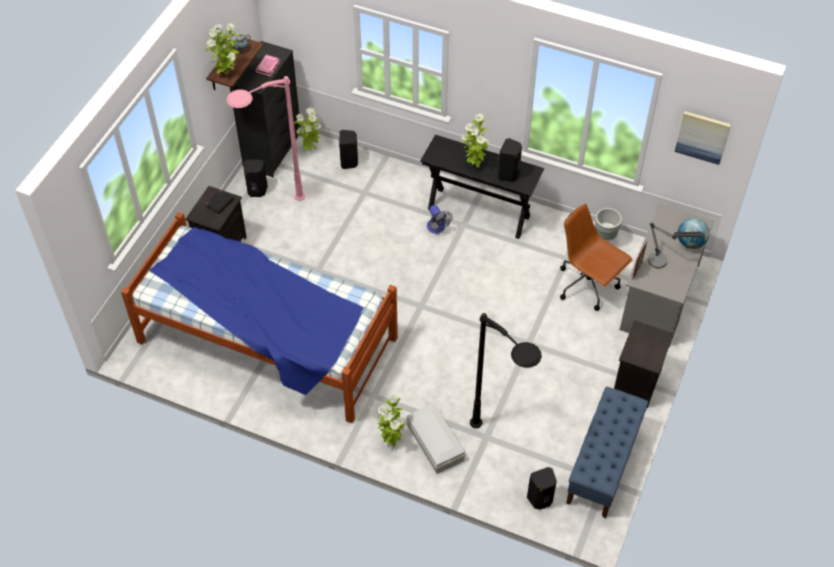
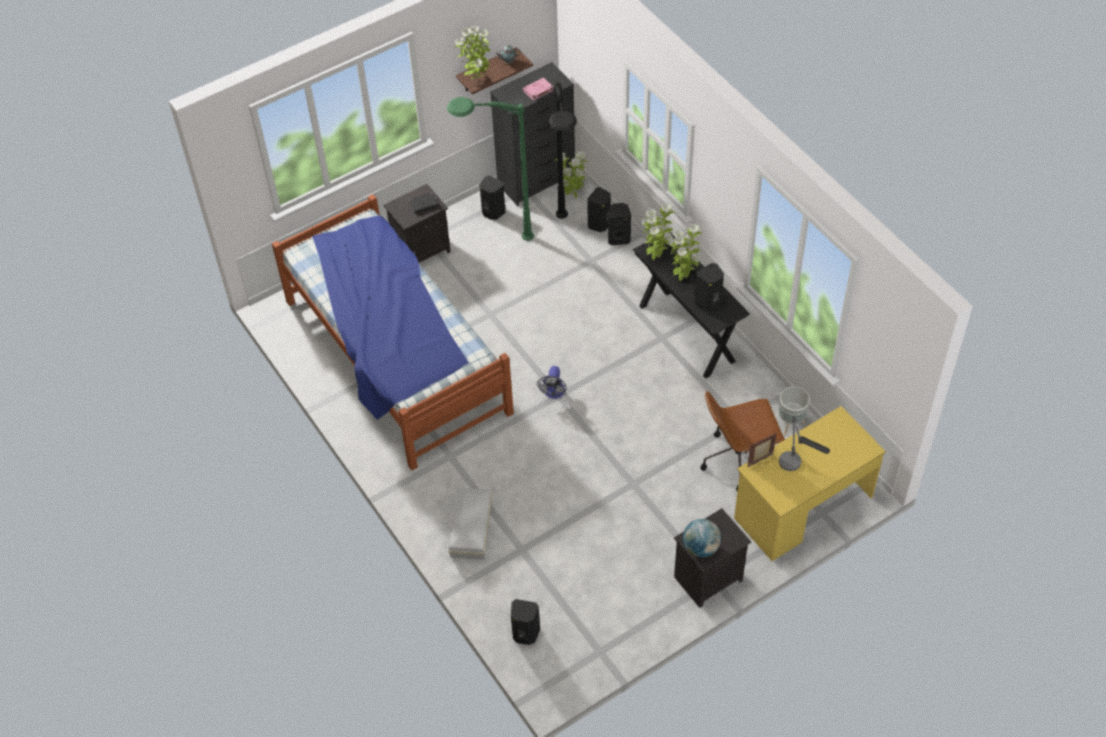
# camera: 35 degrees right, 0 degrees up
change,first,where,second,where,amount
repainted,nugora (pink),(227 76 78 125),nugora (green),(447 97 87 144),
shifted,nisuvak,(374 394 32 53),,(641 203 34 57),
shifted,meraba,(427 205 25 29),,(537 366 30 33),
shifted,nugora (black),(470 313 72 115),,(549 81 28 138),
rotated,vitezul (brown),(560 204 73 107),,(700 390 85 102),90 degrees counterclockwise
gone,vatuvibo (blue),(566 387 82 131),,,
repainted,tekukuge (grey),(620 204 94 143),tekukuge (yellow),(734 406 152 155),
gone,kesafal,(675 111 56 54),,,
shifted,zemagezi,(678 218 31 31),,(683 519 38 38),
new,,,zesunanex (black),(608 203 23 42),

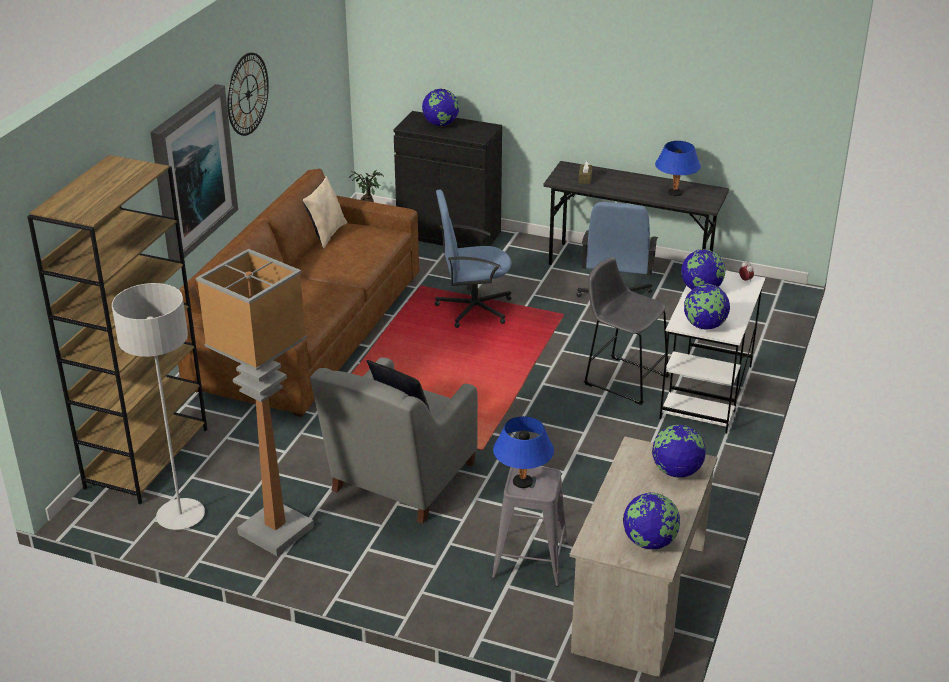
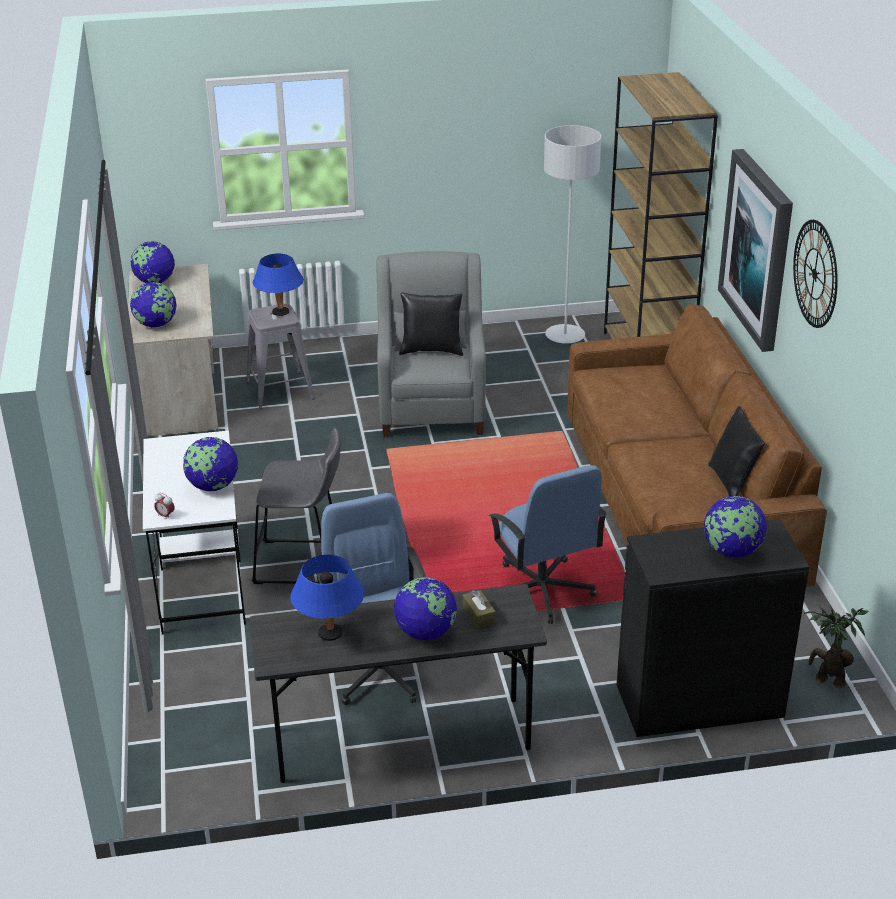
# camera: 150 degrees right, 0 degrees up
change,first,where,second,where,amount
gone,nugora,(196 249 118 307),,,
repainted,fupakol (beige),(302 176 45 73),fupakol (black),(708 406 57 90),
rotated,vitezul (blue),(434 190 78 138),,(489 465 118 159),105 degrees clockwise
shifted,zemagezi,(684 284 46 46),,(394 577 63 63),

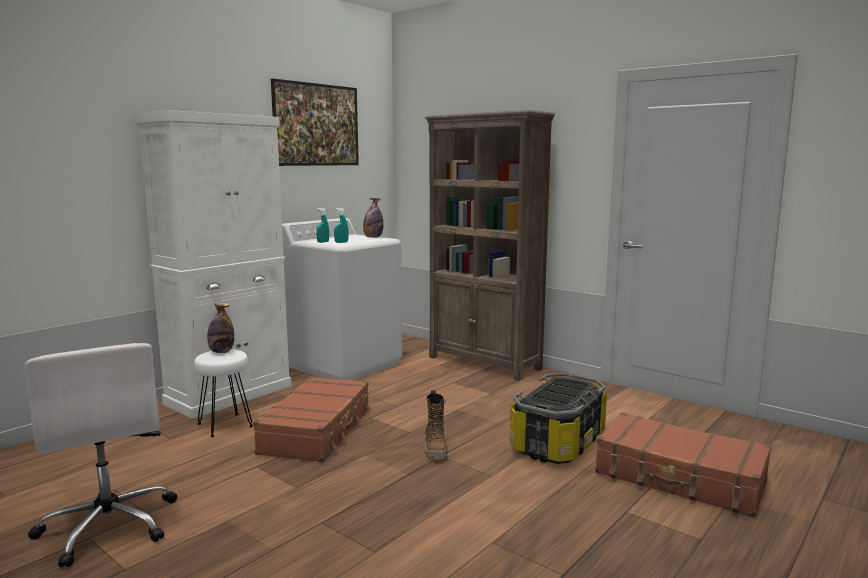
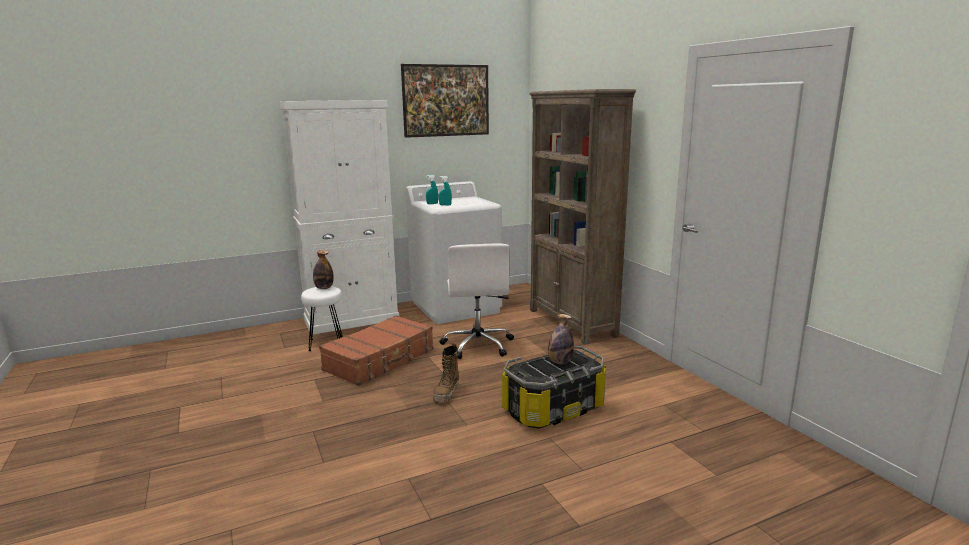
# camera: 25 degrees right, 5 degrees up
change,first,where,second,where,amount
shifted,vitezul (white),(24 343 153 224),,(440 243 74 116),
shifted,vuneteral,(363 198 21 40),,(548 314 26 50),
gone,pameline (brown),(595 412 176 105),,,

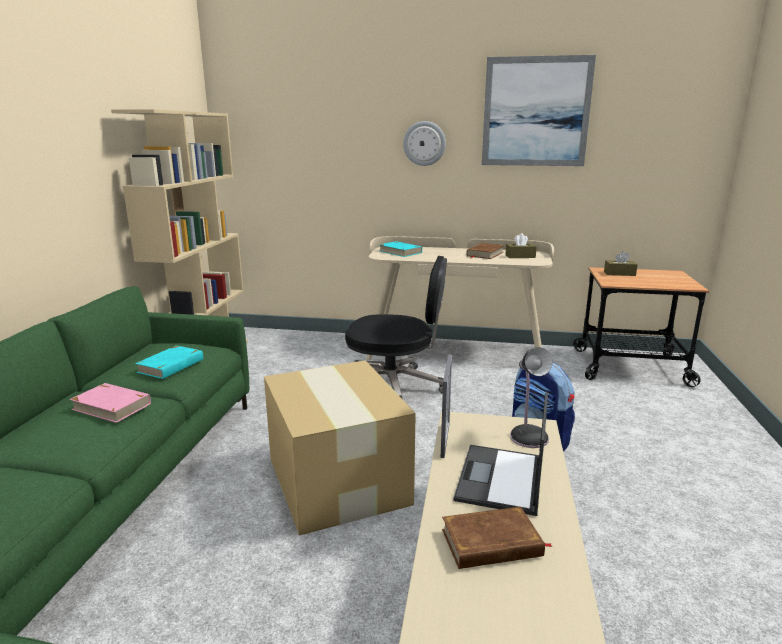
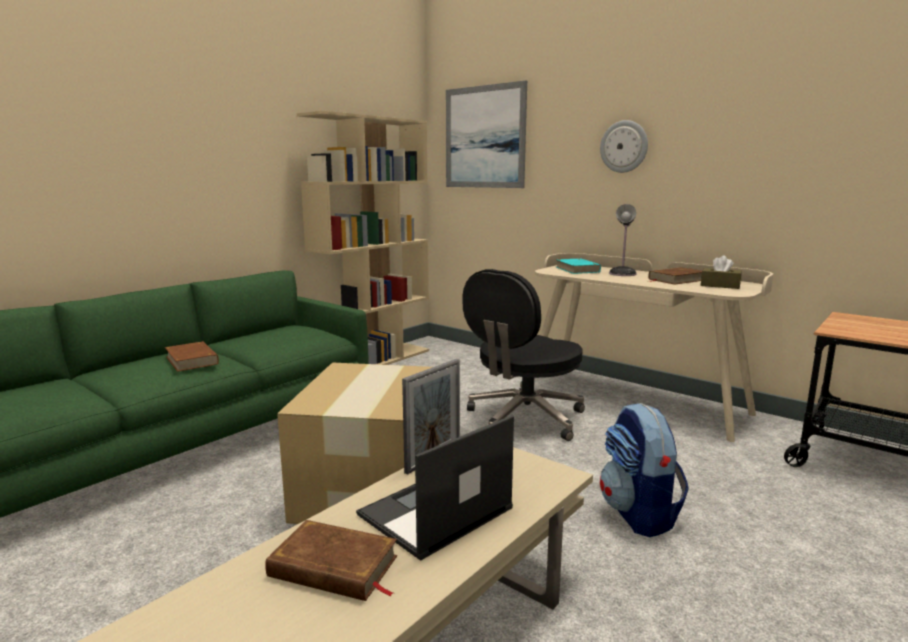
# camera: 30 degrees right, 5 degrees down
change,first,where,second,where,amount
repainted,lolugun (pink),(69 383 82 40),lolugun (brown),(165 341 54 31),
gone,lolugun (turquoise),(135 345 69 34),,,
rotated,vitezul (black),(345 256 102 143),,(462 269 123 172),90 degrees clockwise
shifted,kesafal,(482 55 114 111),,(446 80 81 108),
shifted,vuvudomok,(510 347 42 101),,(609 204 28 72),
gone,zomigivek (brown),(604 251 34 25),,,

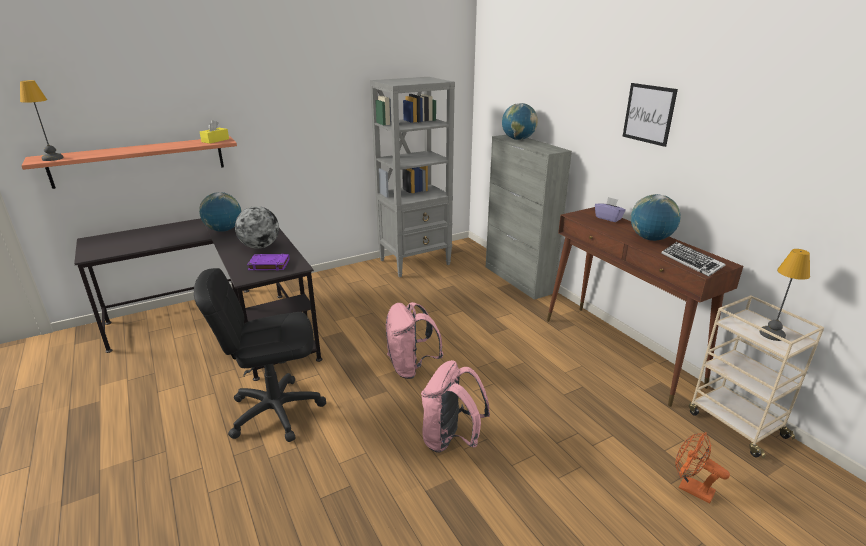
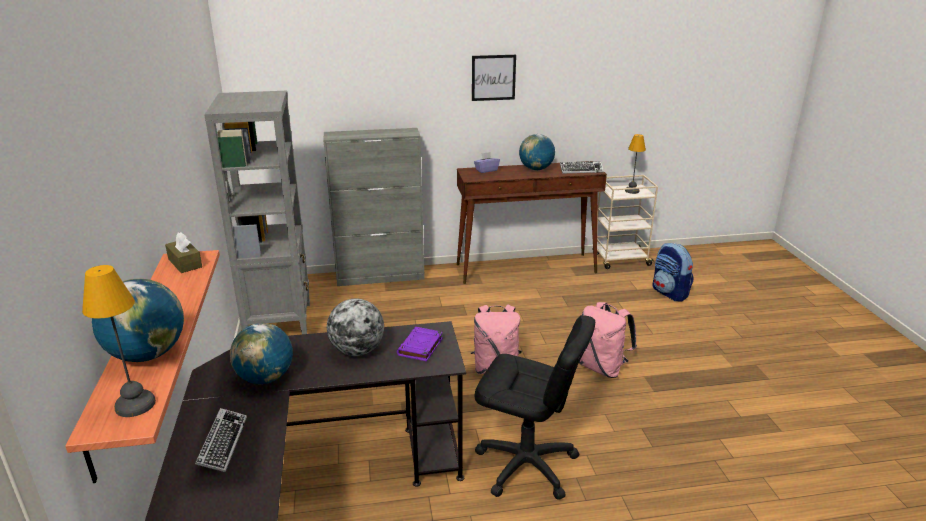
# camera: 70 degrees left, 0 degrees up
change,first,where,second,where,amount
rotated,vitezul (black),(194 268 132 174),,(475 315 120 185),75 degrees counterclockwise
repainted,zomigivek (yellow),(200 120 29 24),zomigivek (brown),(165 232 37 41),
shifted,zemagezi,(502 103 36 37),,(92 279 92 83),
swapped,meraba (orange),(675 432 55 72),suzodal,(652 243 42 59),
new,,,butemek,(195 408 52 64),

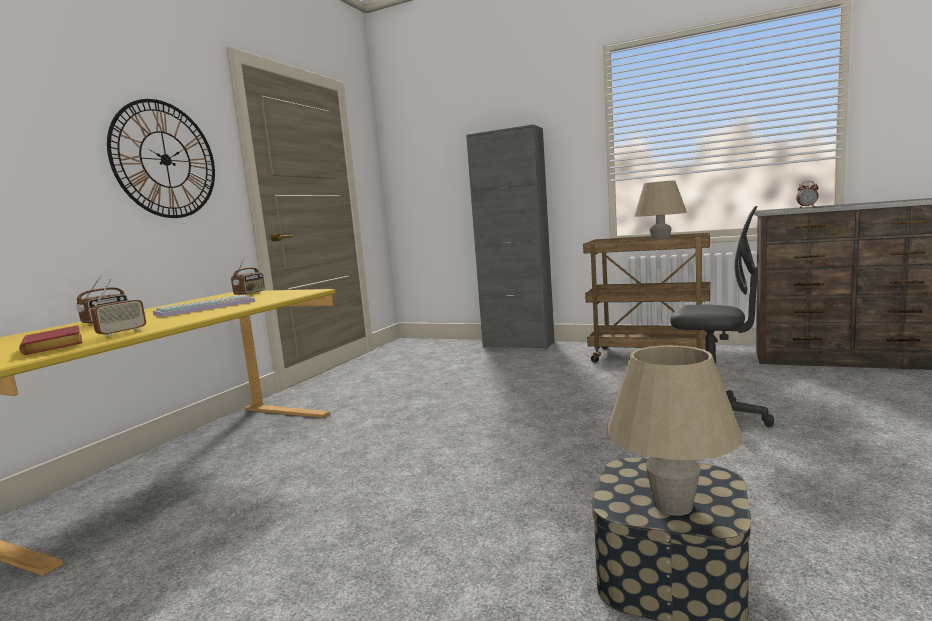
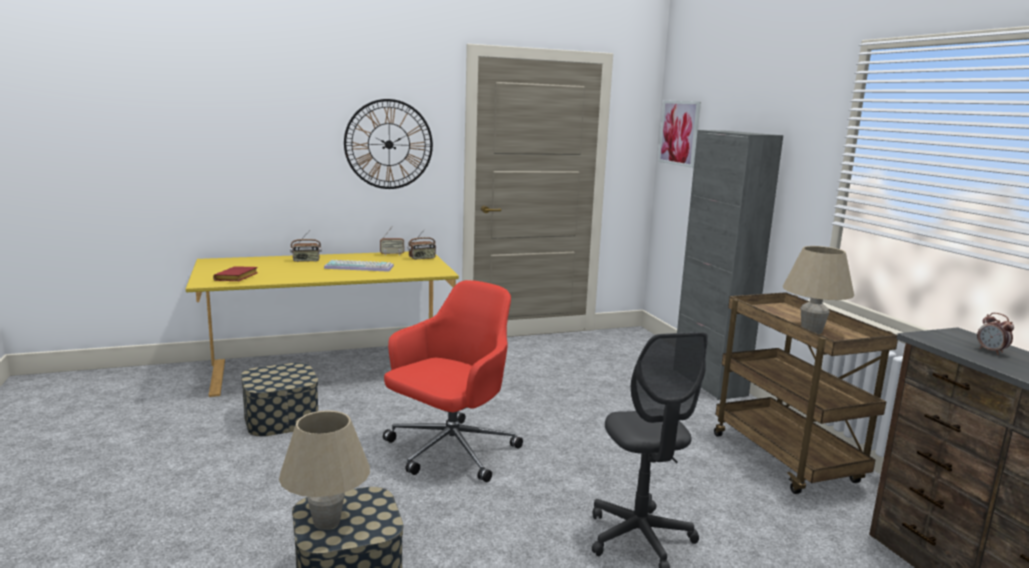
# camera: 45 degrees right, 5 degrees up
change,first,where,second,where,amount
shifted,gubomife,(91 279 55 58),,(380 226 24 30),
new,,,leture,(241 363 77 74),
new,,,vitezul (red),(383 280 140 202),
new,,,kesafal,(658 101 43 67),

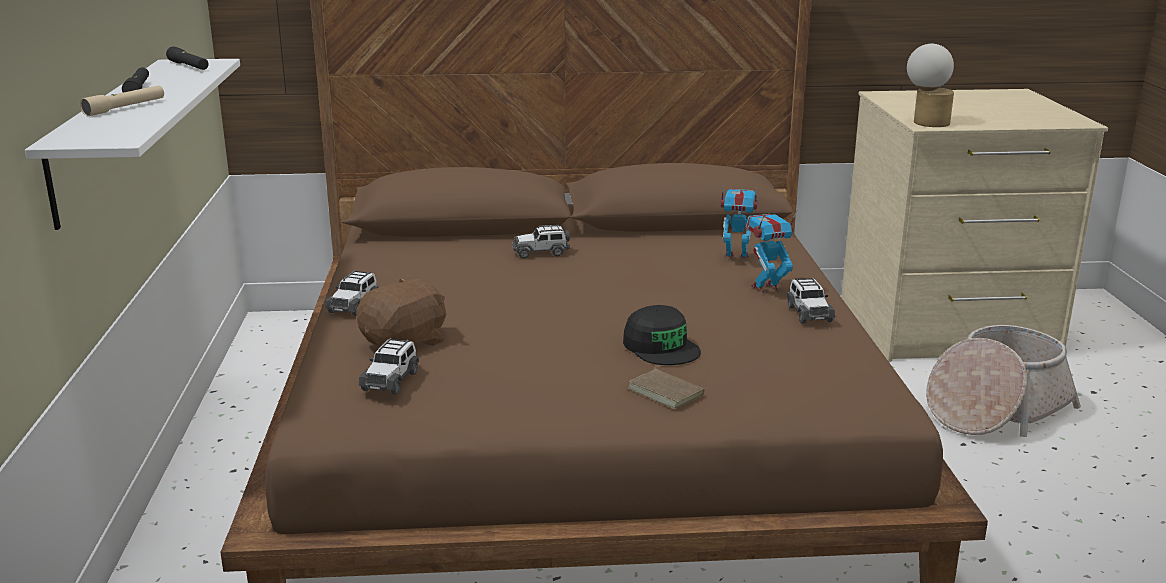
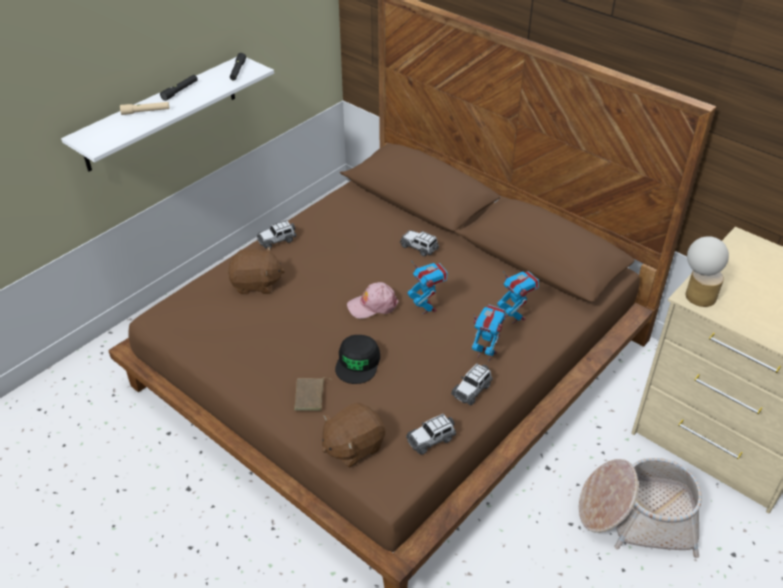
# camera: 45 degrees right, 20 degrees up
change,first,where,second,where,amount
shifted,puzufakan,(358 338 61 57),,(406 414 50 41),
new,,,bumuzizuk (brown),(322 403 63 64),
new,,,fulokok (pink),(347 282 52 37),
new,,,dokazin,(407 260 41 54),

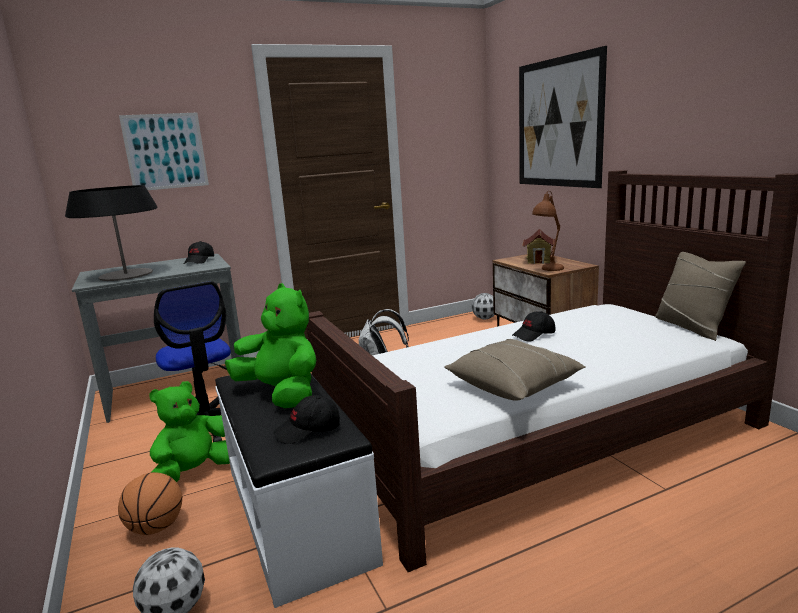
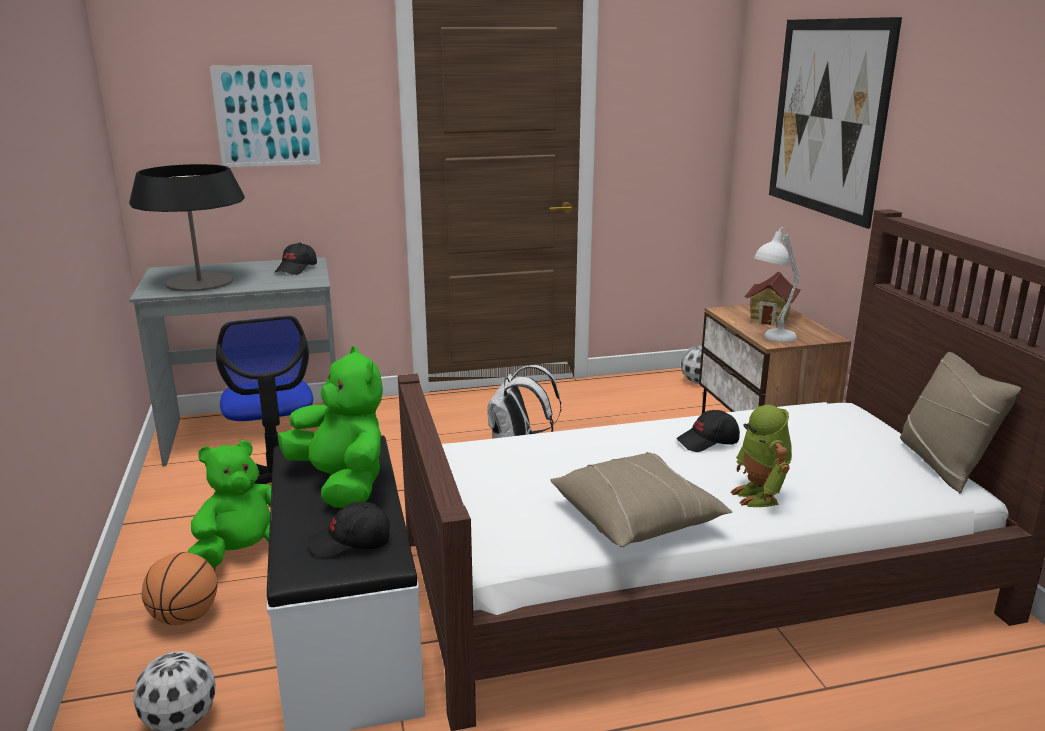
# camera: 10 degrees right, 5 degrees up
change,first,where,second,where,amount
repainted,vuvudomok (brown),(532 191 32 80),vuvudomok (white),(754 227 46 116),
new,,,dokazin,(730 405 62 102),

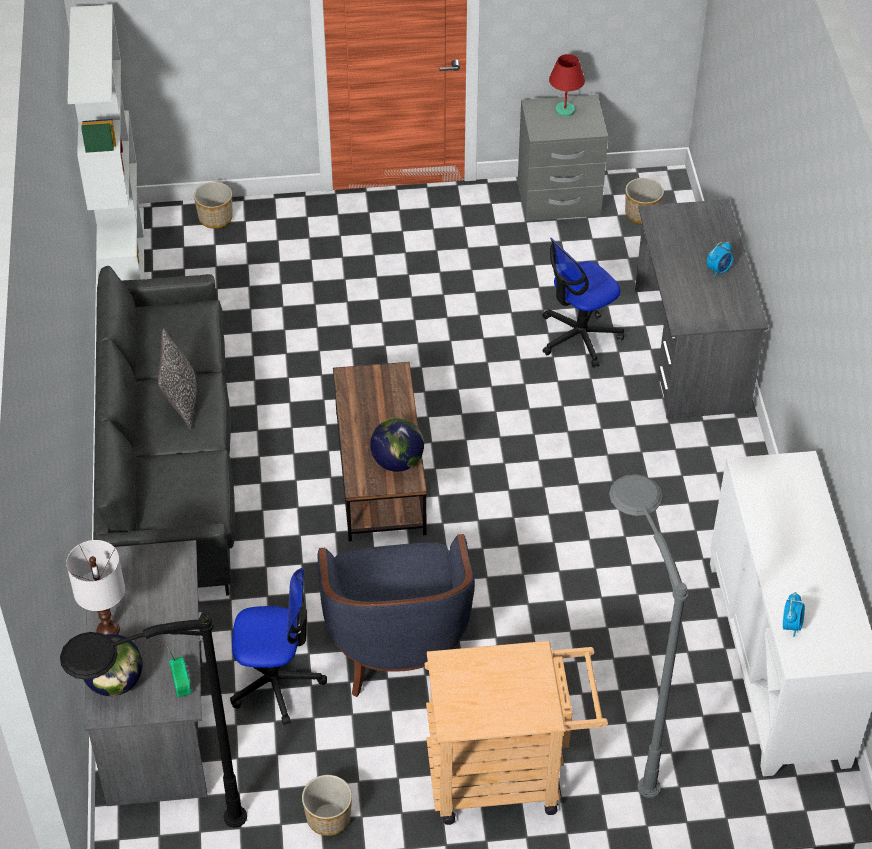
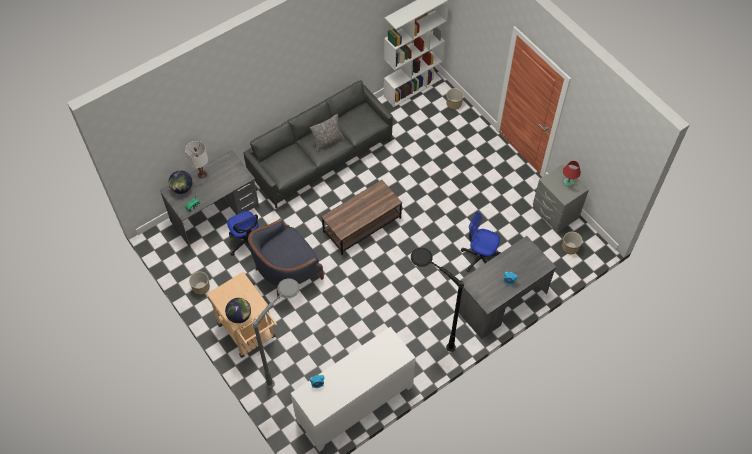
# camera: 60 degrees right, 10 degrees up
change,first,where,second,where,amount
shifted,nugora (black),(60 614 187 214),,(411 248 53 104),
shifted,zemagezi,(370 418 54 54),,(225 298 26 25),

